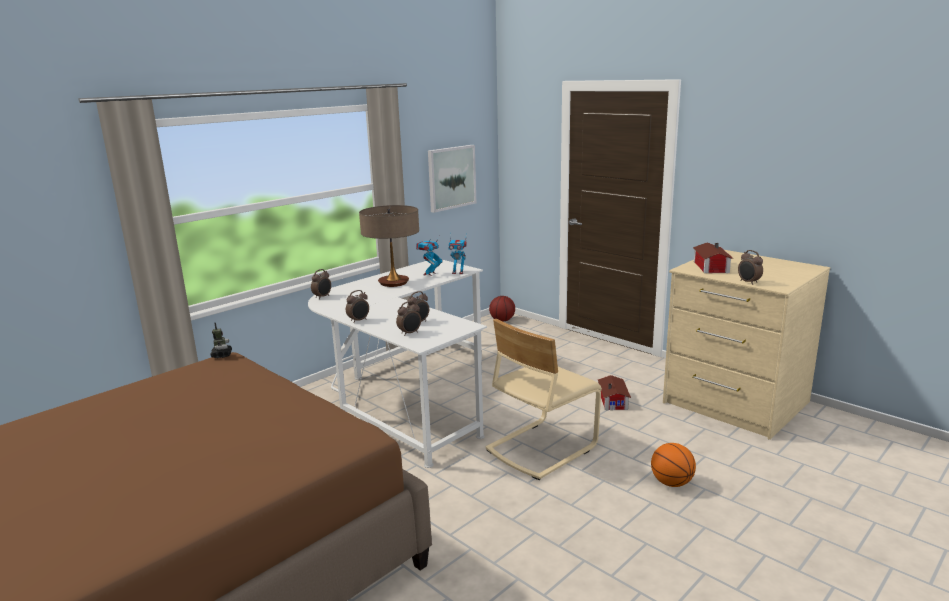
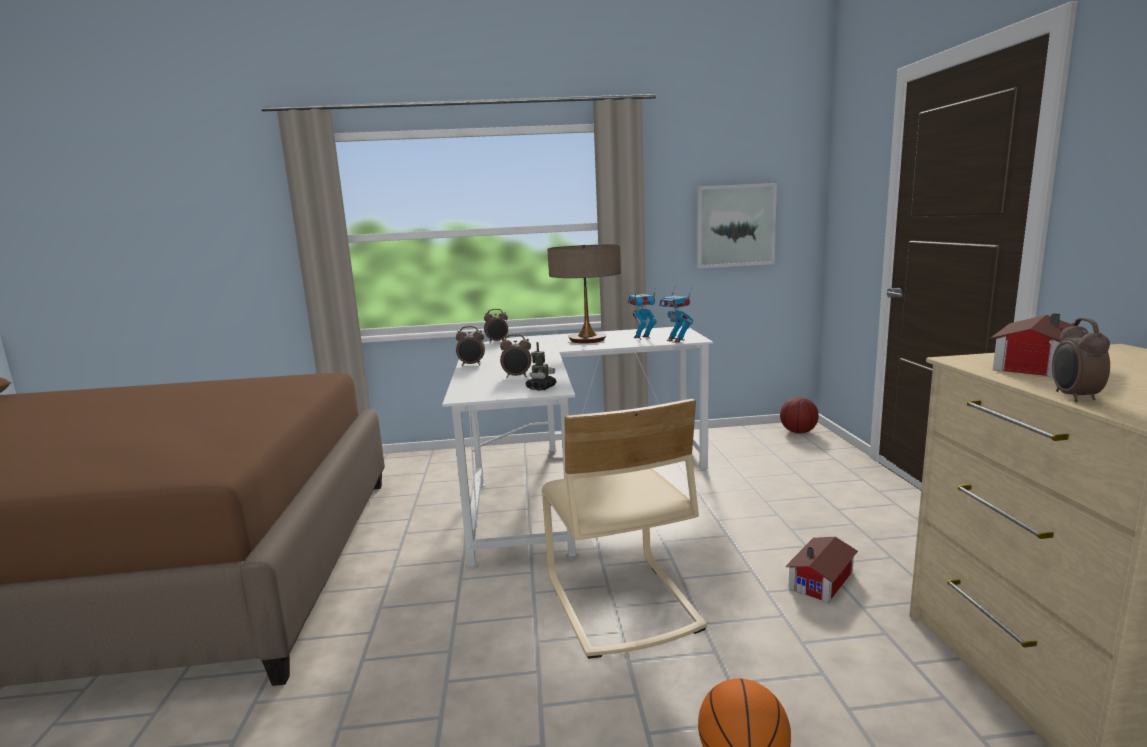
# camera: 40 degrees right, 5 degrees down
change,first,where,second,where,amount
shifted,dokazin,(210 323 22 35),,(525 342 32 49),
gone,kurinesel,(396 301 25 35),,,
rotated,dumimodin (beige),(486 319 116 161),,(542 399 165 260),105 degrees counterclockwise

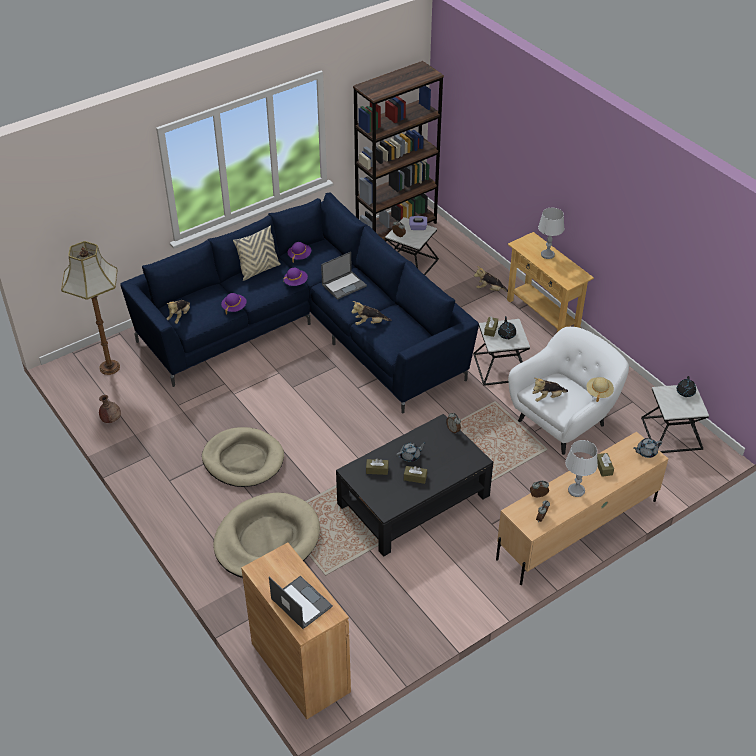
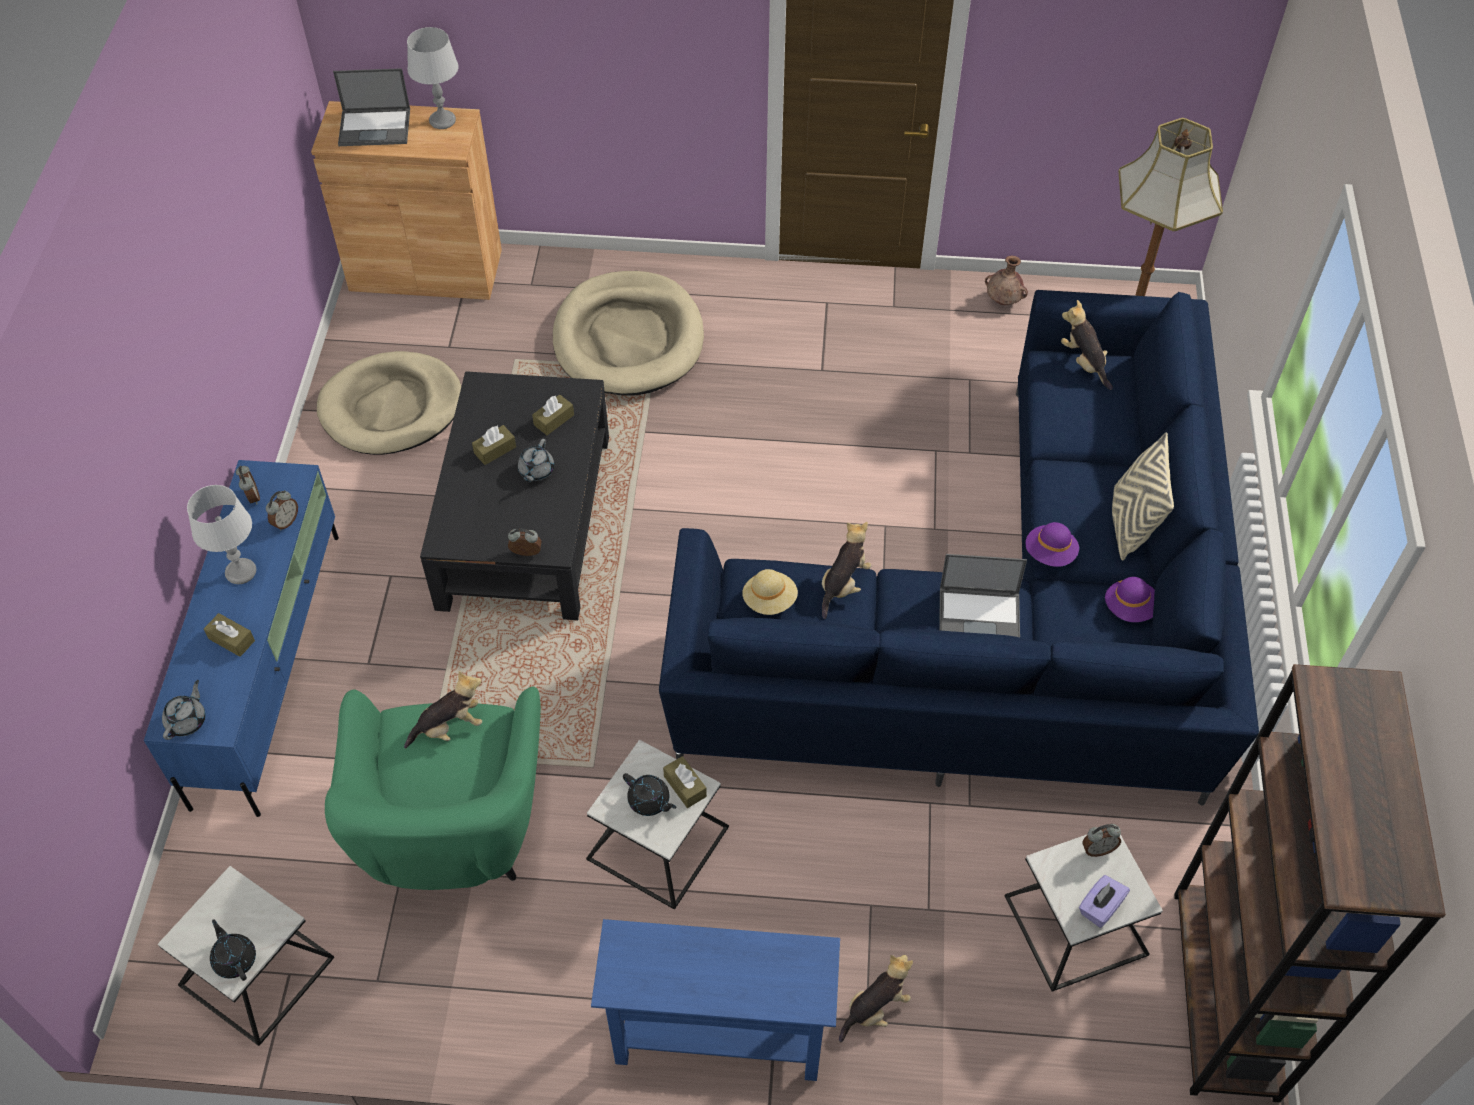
# camera: 130 degrees right, 10 degrees up
change,first,where,second,where,amount
shifted,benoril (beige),(202 427 82 60),,(317 351 145 104),
gone,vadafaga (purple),(221 293 26 22),,,
rotated,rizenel,(321 252 46 48),,(939 554 88 83),90 degrees counterclockwise
repainted,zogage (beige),(496 432 173 153),zogage (blue),(144 460 195 357),
repainted,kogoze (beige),(507 232 87 100),kogoze (blue),(591 919 249 162),
repainted,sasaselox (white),(508 327 121 128),sasaselox (green),(325 686 216 204),
rotated,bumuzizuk,(532 378 36 24),,(404 671 78 78),45 degrees clockwise
shifted,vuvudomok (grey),(538 208 26 51),,(407 27 52 102),
shifted,vadafaga (beige),(587 377 27 25),,(742 569 56 46),

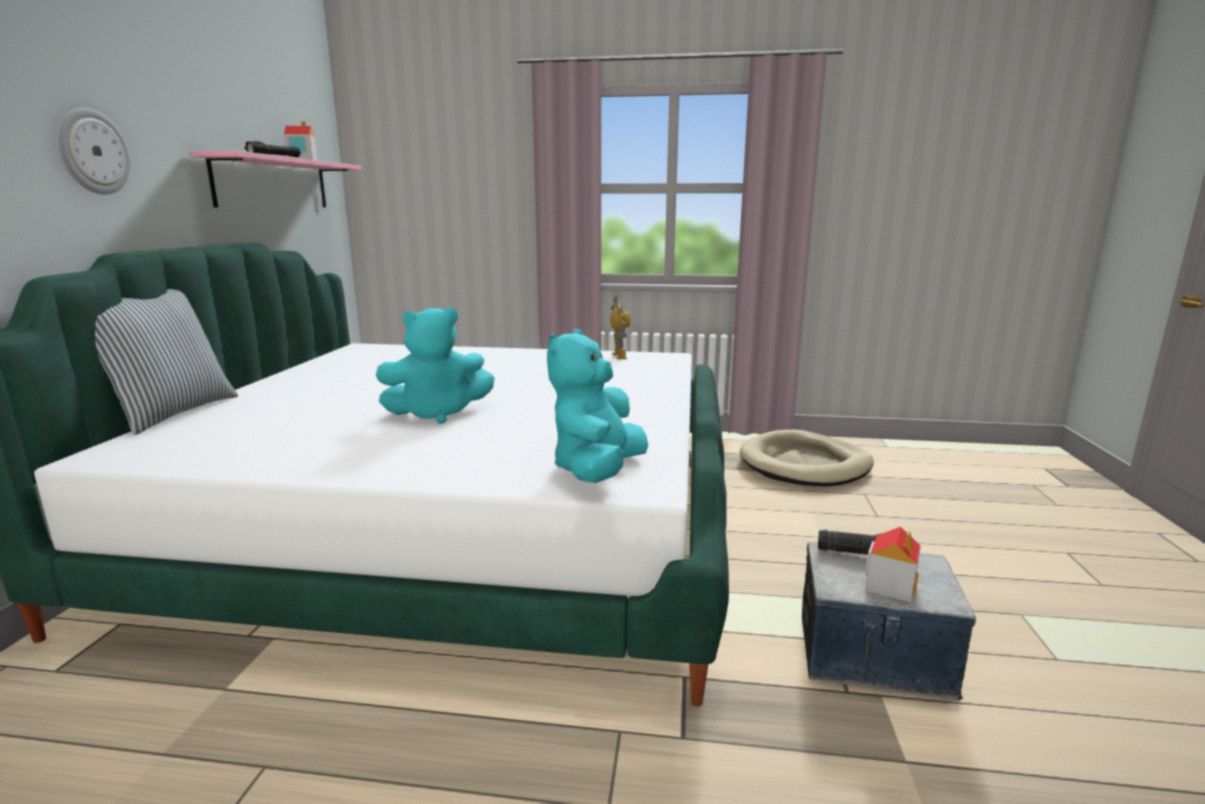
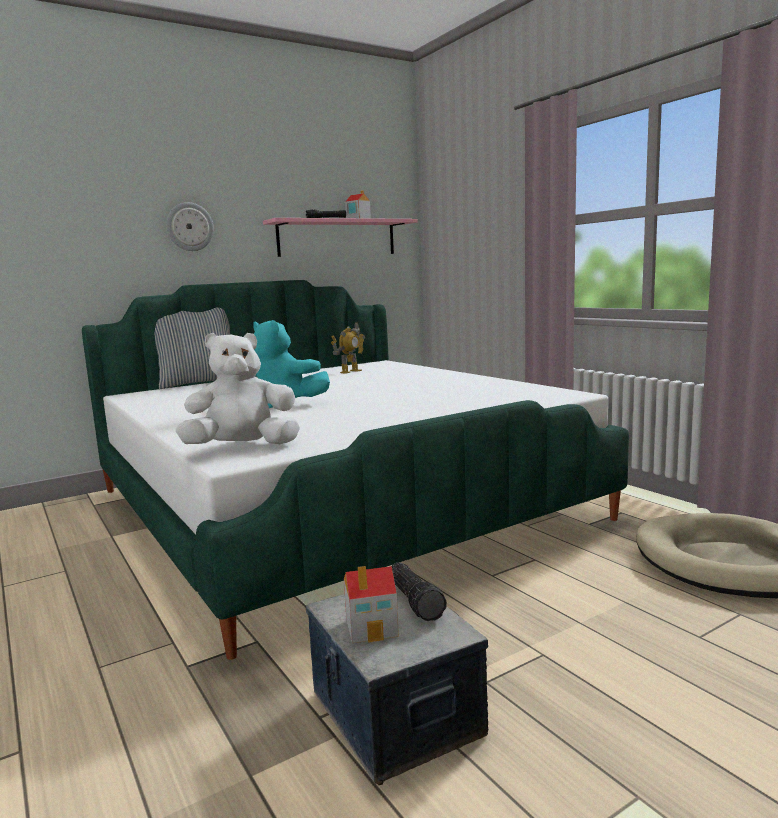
# camera: 50 degrees right, 5 degrees down
change,first,where,second,where,amount
repainted,bumuzizuk (turquoise),(547 329 101 154),bumuzizuk (white),(175 333 125 111),
shifted,dokazin,(610 295 20 64),,(331 322 34 52),

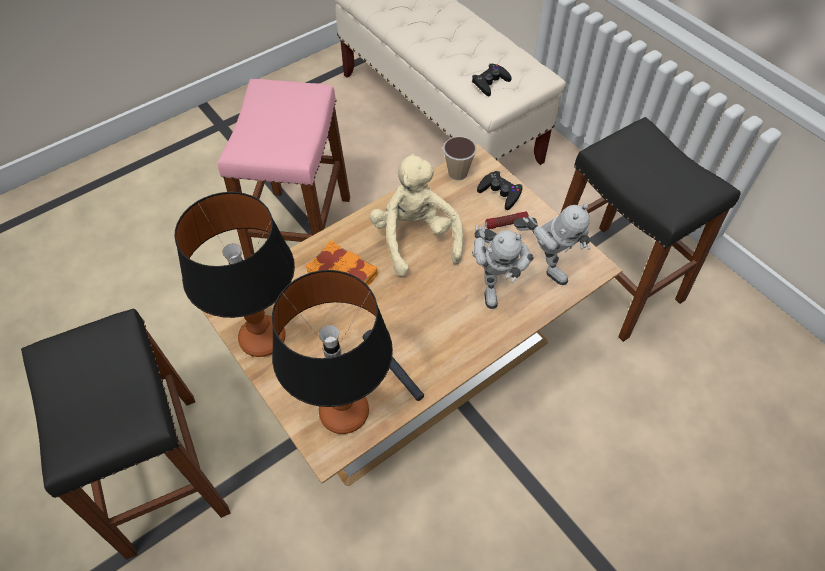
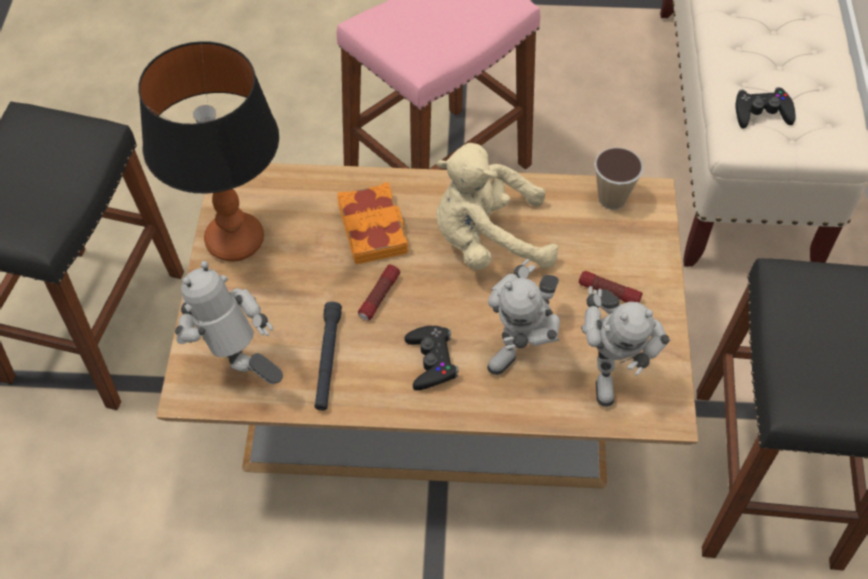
# camera: 40 degrees right, 0 degrees up
change,first,where,second,where,amount
swapped,vuvudomok,(272 270 121 164),dokazin,(175 261 108 123),
rotated,bumuzizuk (beige),(370 154 94 122),,(436 143 122 127),120 degrees counterclockwise
shifted,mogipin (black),(477 171 46 39),,(405 326 54 65),
new,,,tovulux,(358 265 42 55),

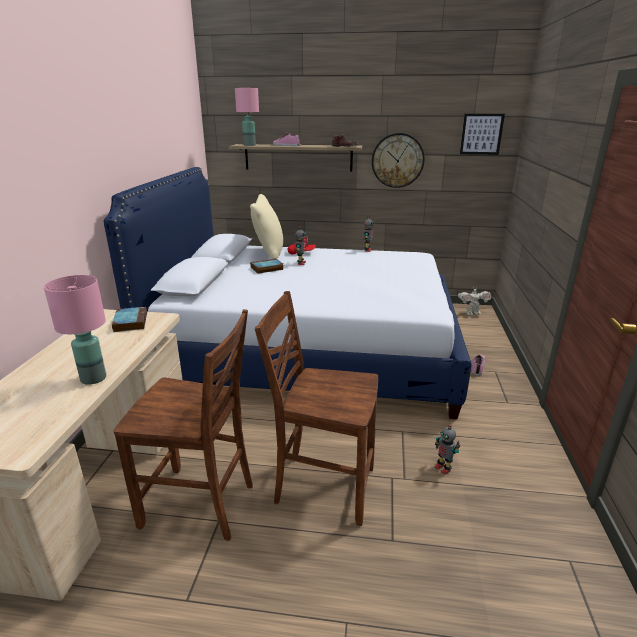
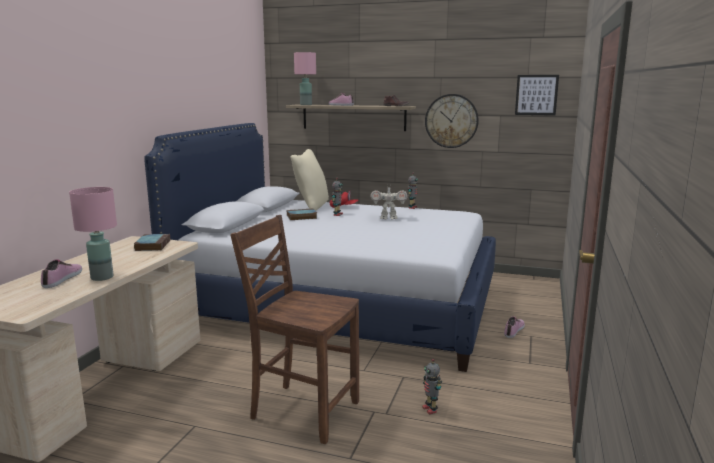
# camera: 10 degrees right, 10 degrees down
change,first,where,second,where,amount
gone,dumimodin (brown),(114 309 139 232),,,
shifted,dokazin,(458 286 34 29),,(371 185 37 34),
new,,,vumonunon,(41 259 41 29),

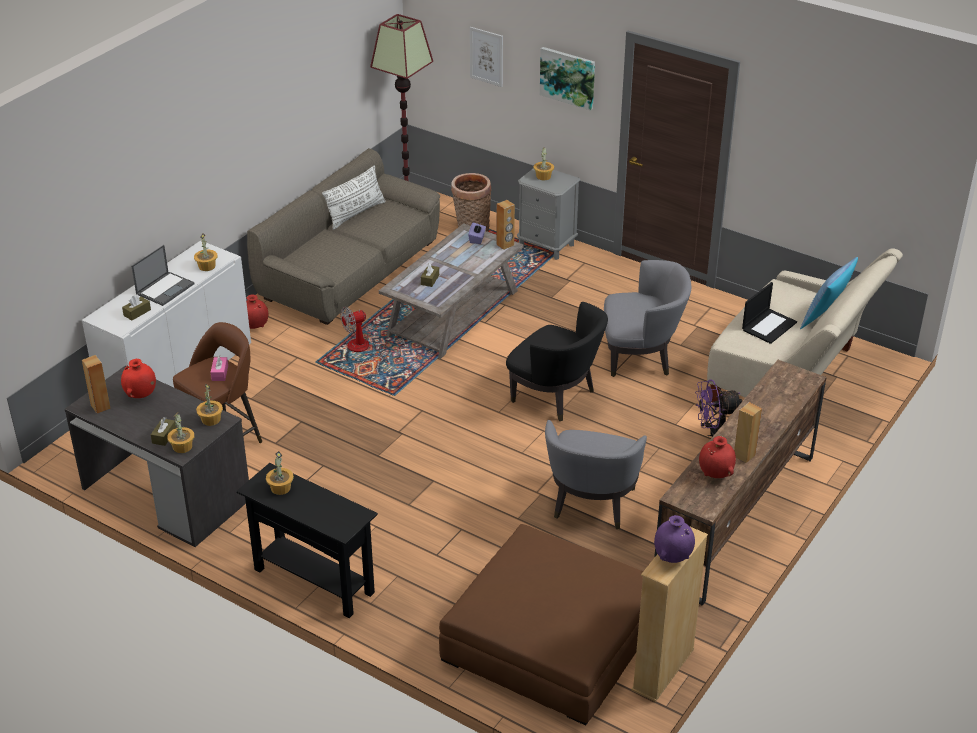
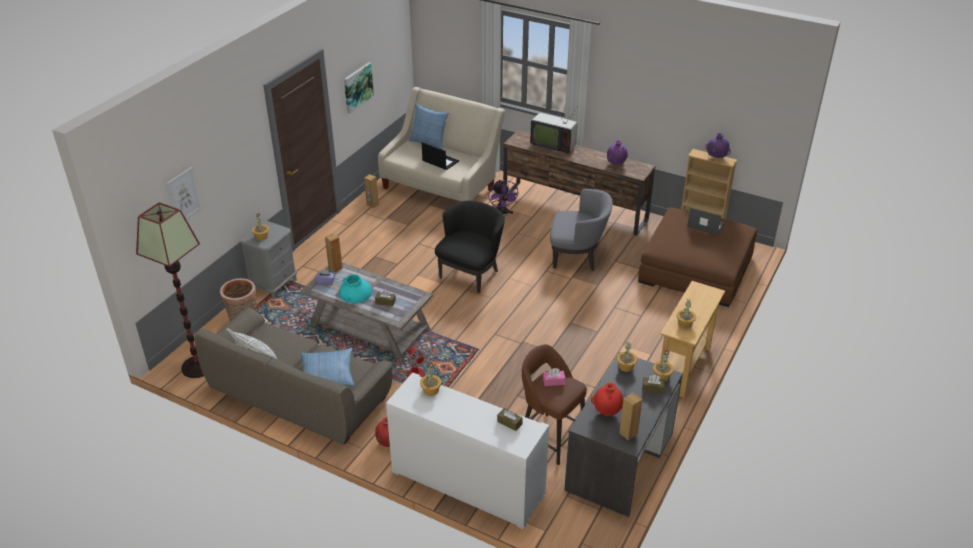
# camera: 95 degrees left, 0 degrees up
change,first,where,second,where,amount
shifted,rizenel,(131 245 64 61),,(687 207 38 29),
repainted,kogoze (black),(236 463 142 155),kogoze (beige),(660 281 65 116),
shifted,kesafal,(540 47 55 63),,(344 62 30 51),
gone,sasaselox (grey),(604 260 87 117),,,
repainted,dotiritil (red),(699 436 37 42),dotiritil (purple),(607 140 21 25),
shifted,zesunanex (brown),(734 402 28 61),,(364 174 15 34),
new,,,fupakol,(300 348 54 38),
new,,,dotiritil (turquoise),(339 274 33 29),
new,,,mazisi,(530 102 48 52),

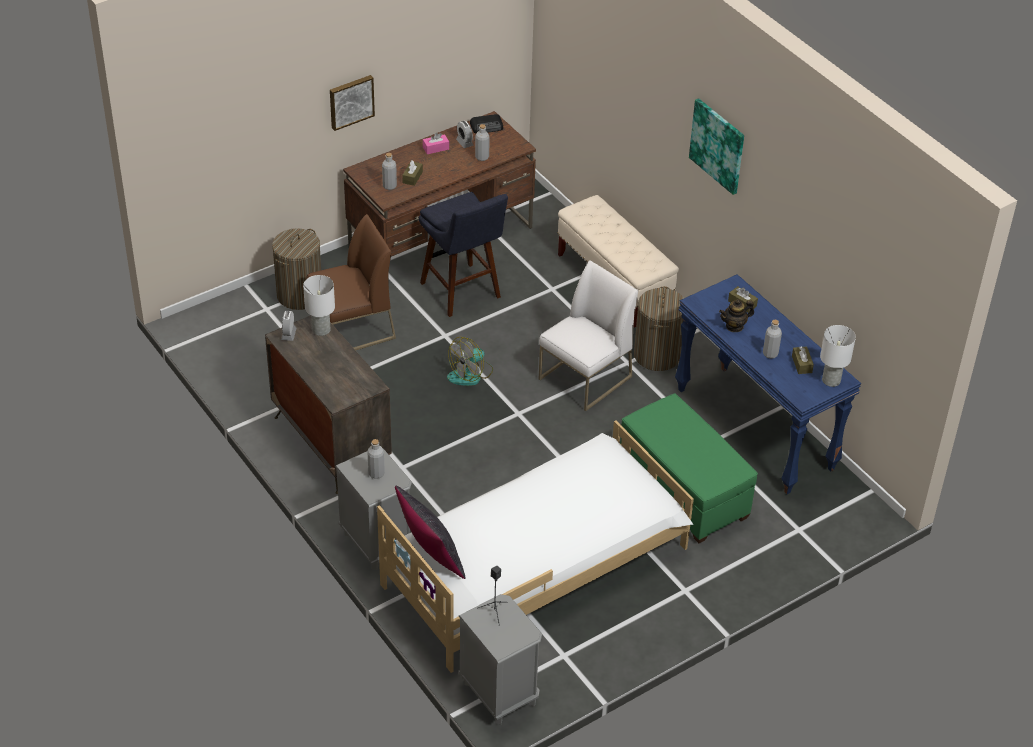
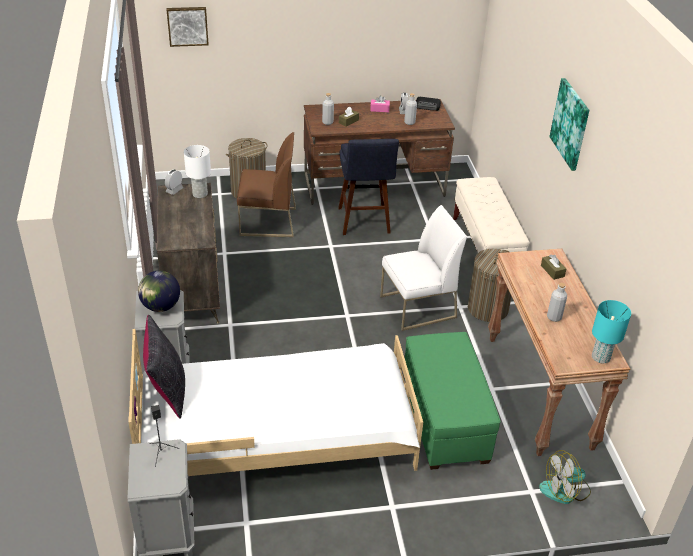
# camera: 25 degrees right, 5 degrees down
change,first,where,second,where,amount
shifted,kesafal,(330 75 45 56),,(167 7 42 40),
swapped,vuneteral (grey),(367 439 18 40),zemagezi,(138 271 42 41),
shifted,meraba,(447 337 46 49),,(539 450 52 54),
repainted,kogoze (blue),(675 274 186 220),kogoze (brown),(488 249 142 207),
gone,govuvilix,(719 299 35 33),,,
gone,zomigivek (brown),(792 346 22 28),,,
repainted,vuvudomok (white),(820 325 36 62),vuvudomok (turquoise),(592 300 39 63),

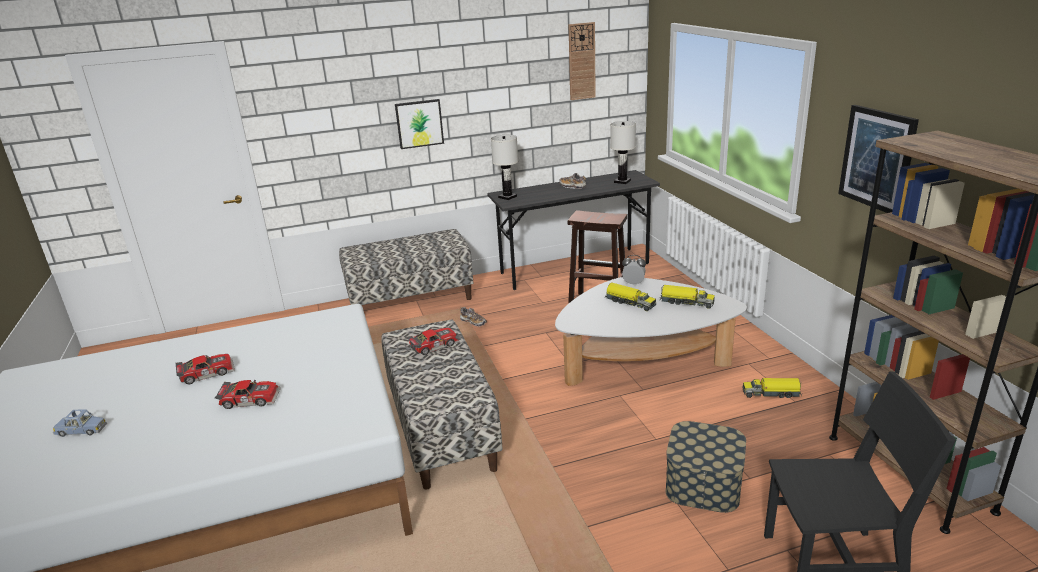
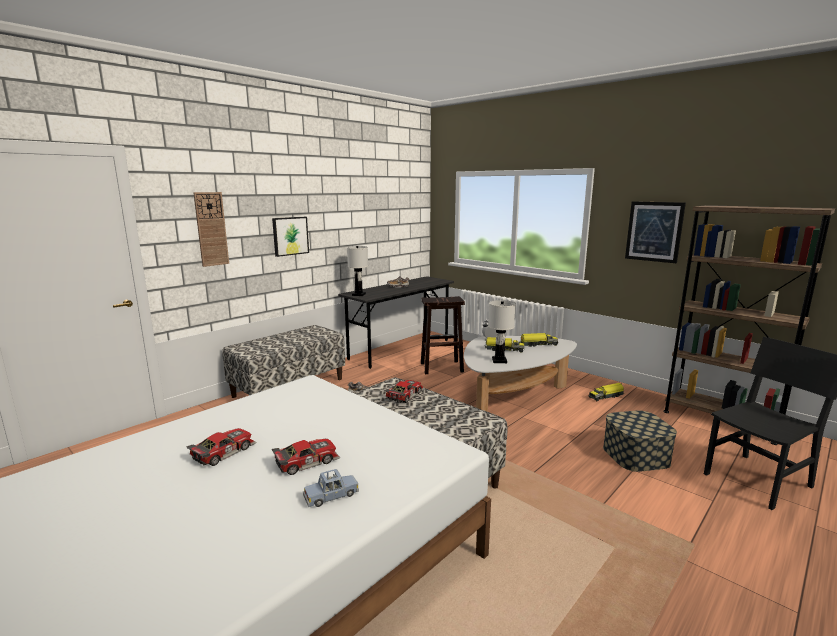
# camera: 30 degrees left, 10 degrees down
change,first,where,second,where,amount
shifted,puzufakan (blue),(53 409 54 28),,(303 469 56 38),
shifted,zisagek,(568 22 28 78),,(193 192 36 75),
shifted,vuvudomok (white),(610 121 26 63),,(488 300 27 63),

